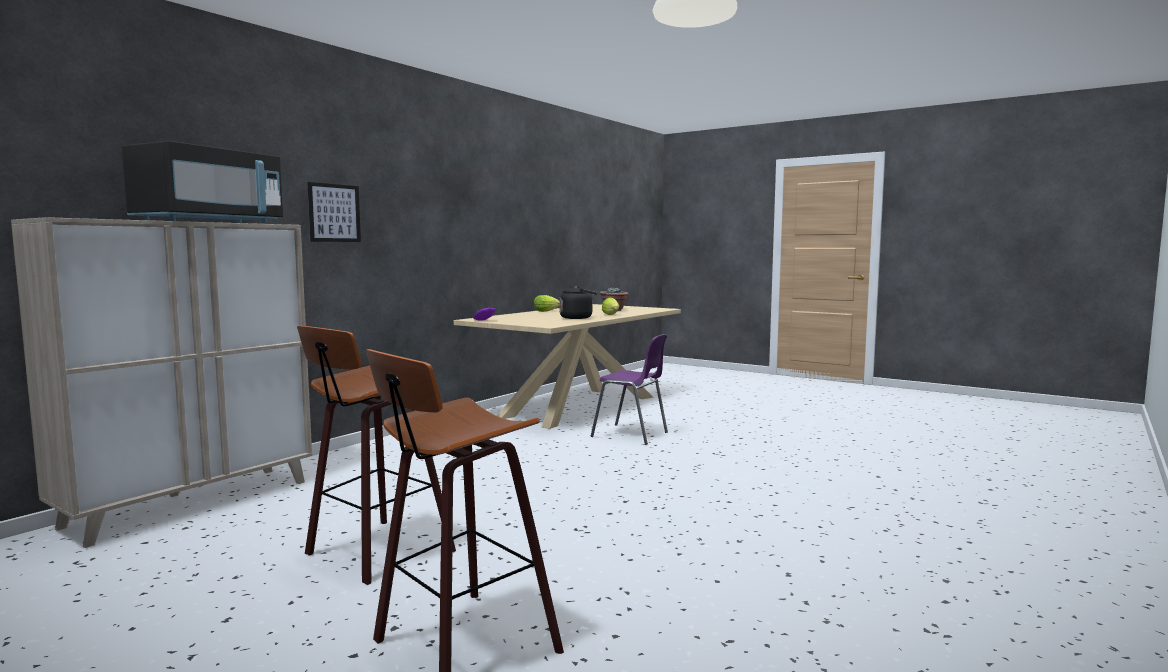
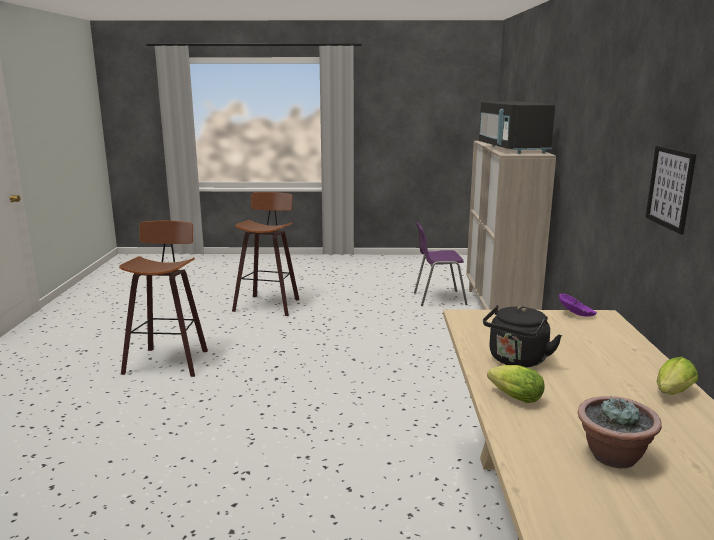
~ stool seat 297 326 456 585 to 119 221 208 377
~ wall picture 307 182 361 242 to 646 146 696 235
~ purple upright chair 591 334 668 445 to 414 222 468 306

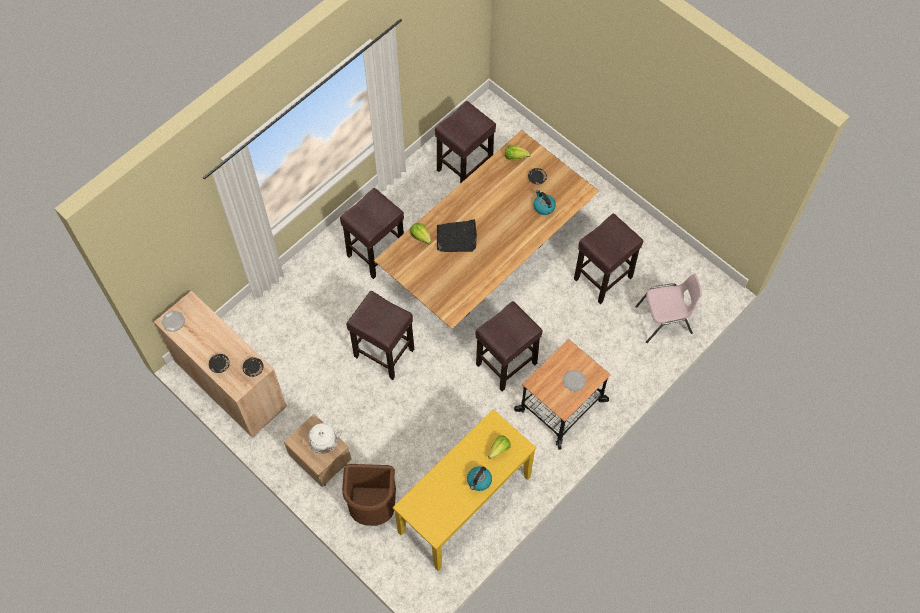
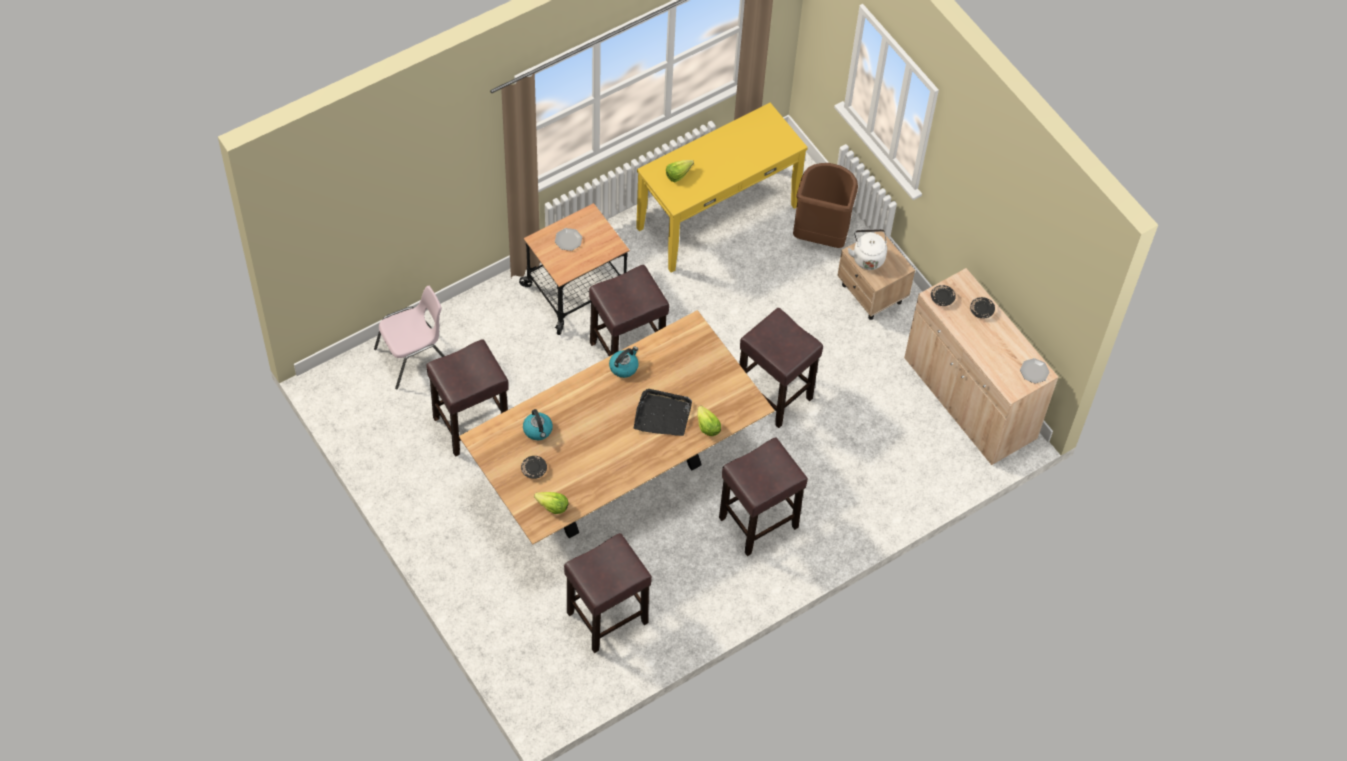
~ water kettle 467 466 492 491 to 609 346 639 378
~ pinkish upright chair 635 274 702 343 = 374 286 444 390 150 degrees clockwise

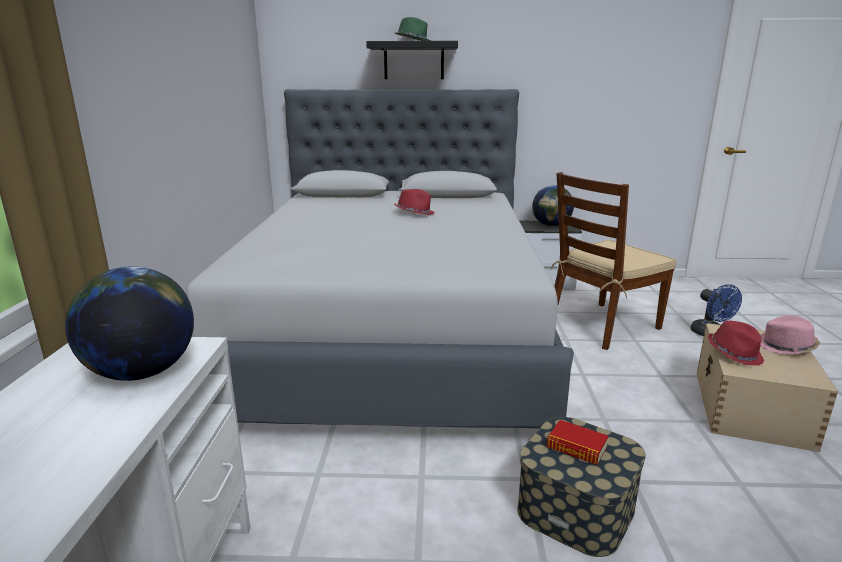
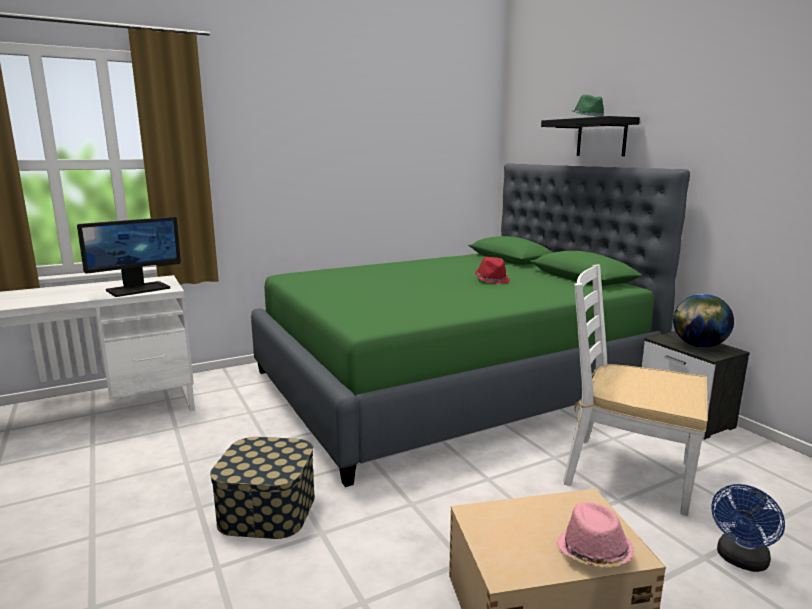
~ desk globe 65 267 194 381 to computer screen 77 217 181 297
~ grey bedroom bed 186 89 574 429 to green-coloured bedroom bed 251 163 690 487
- volume 547 420 608 465
~ brown upright chair 551 172 677 350 to white-coloured upright chair 563 265 708 516
- red-coloured clothing hat 708 321 764 366

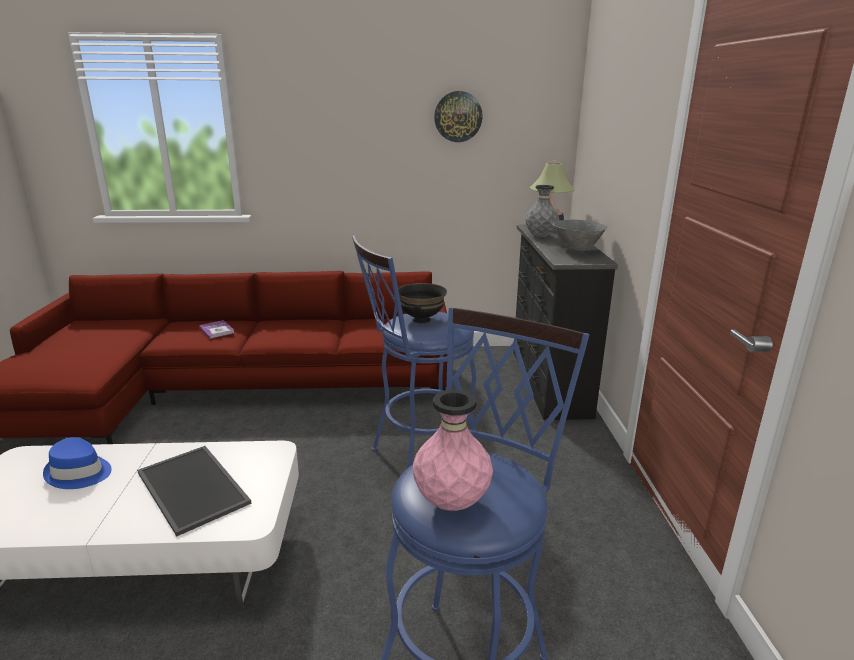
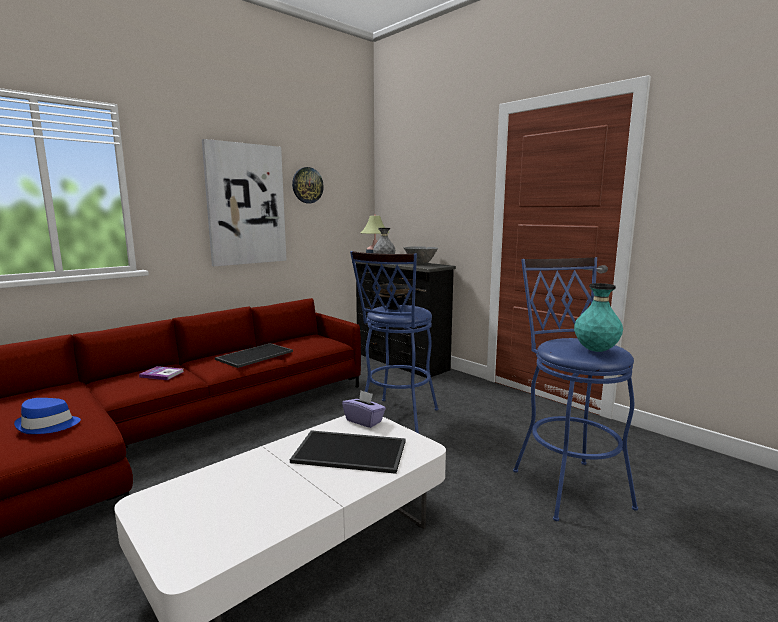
~ bluish clothing hat 43 437 112 489 to 14 398 81 434
~ pinkish decorative vase 413 390 493 511 to blue-green decorative vase 574 283 623 352
+ wall picture 202 139 287 266
+ tray 215 343 293 368
+ purple box of tissues 342 390 386 428

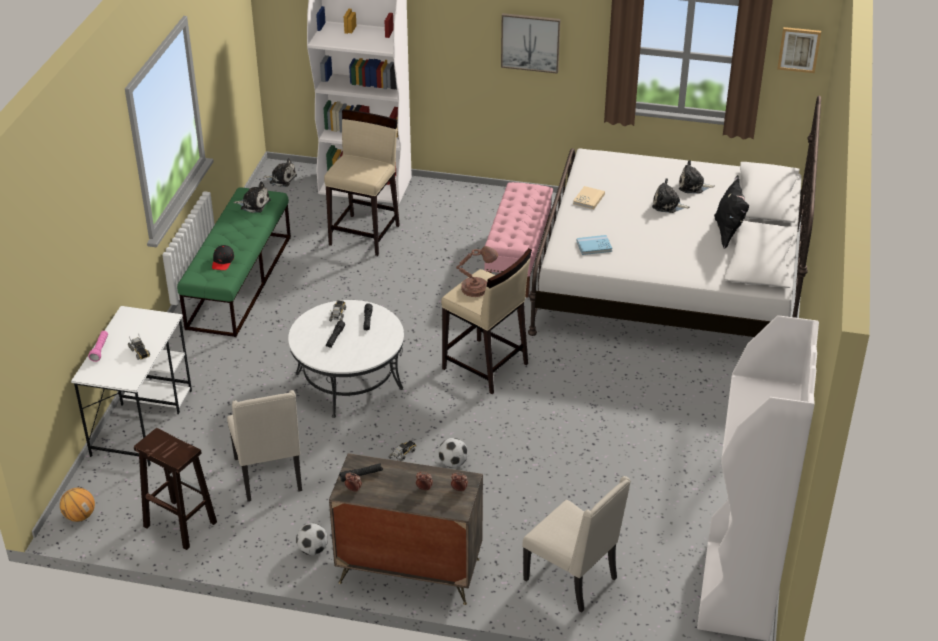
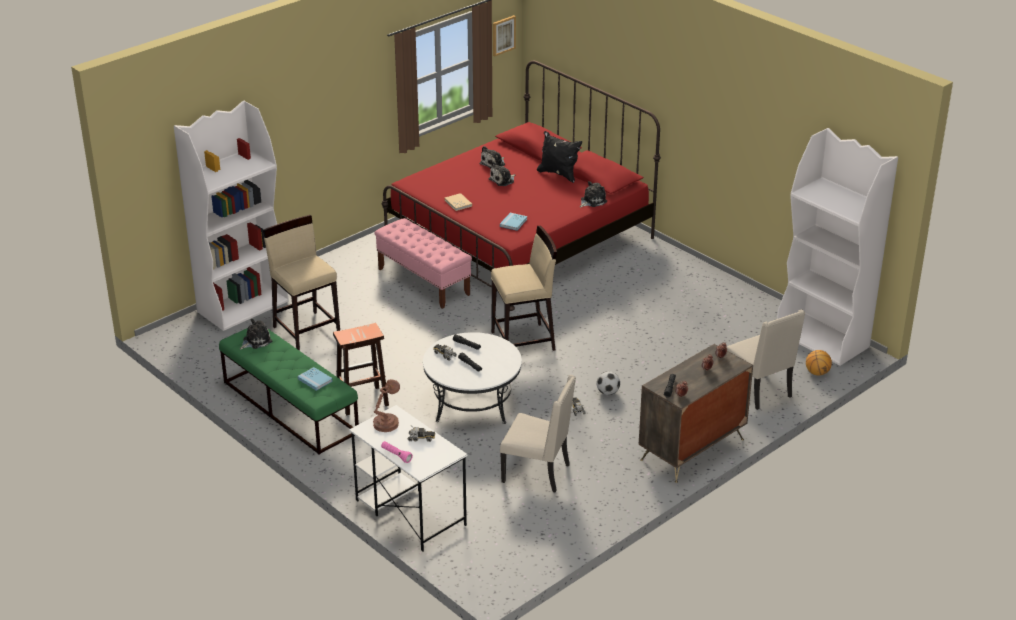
~ ball for basketball 60 488 95 522 to 806 350 832 376
~ brown stool seat 134 428 217 550 to 333 323 389 415
~ black-coloured cap 212 245 234 270 to bluish volume 297 367 333 391
~ plush toy 263 158 297 187 to 580 181 607 207
- football 296 523 328 555
~ brown table lamp 456 246 498 297 to 373 379 400 432
- wall picture 501 13 561 74
~ beige-coloured upright chair 522 476 631 613 = 726 309 805 410 75 degrees clockwise
~ white-coloured bedroom bed 528 96 821 337 to red-coloured bedroom bed 382 61 661 311

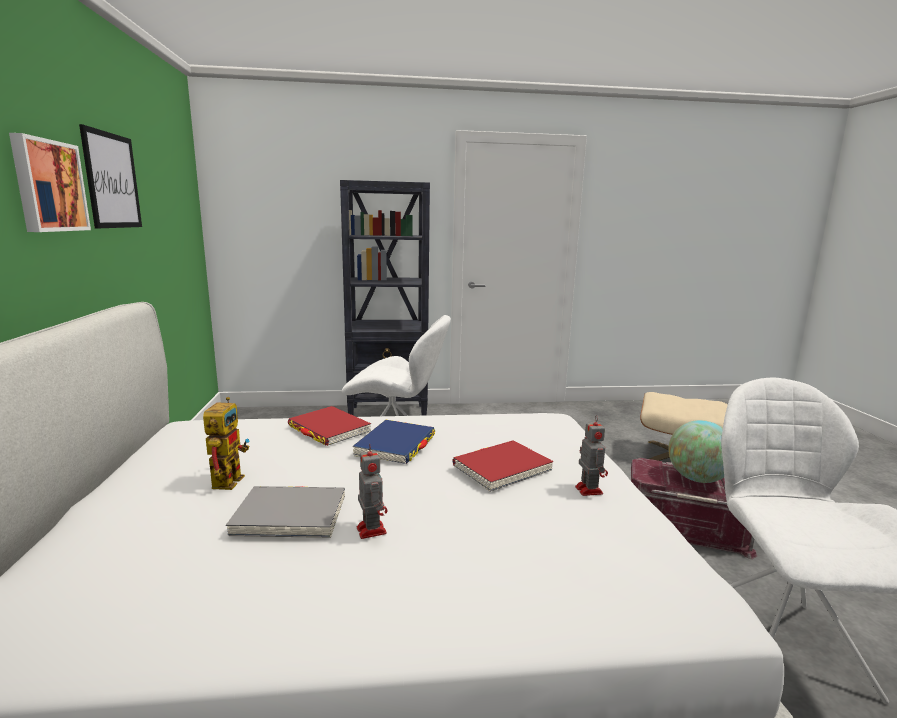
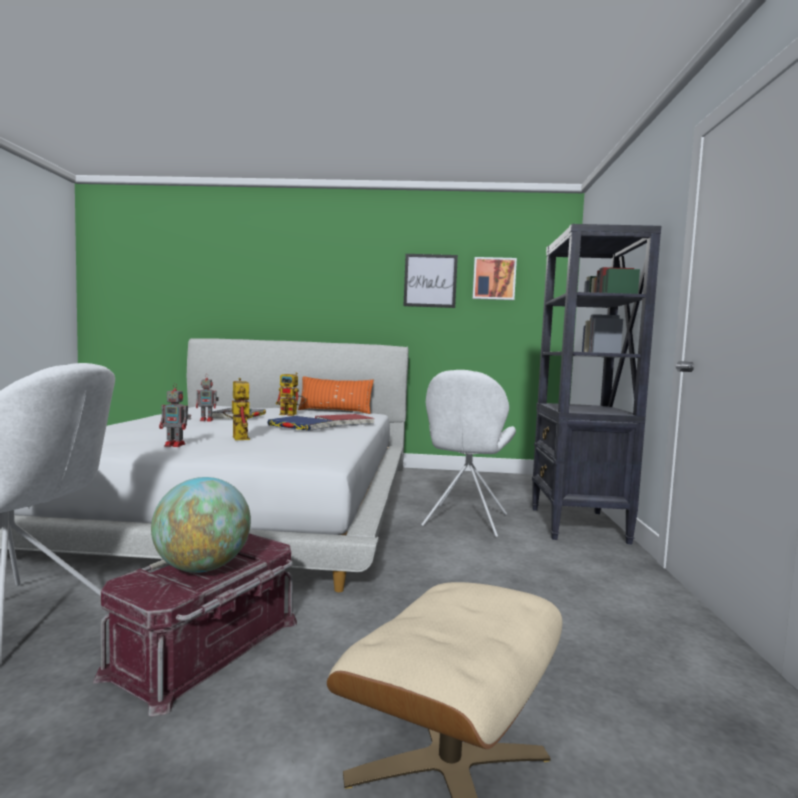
~ wall picture 9 133 91 232 to 472 257 517 300
~ red-coloured volume 452 440 554 492 to toy robot 223 378 251 440
+ orange cushion 298 376 374 414

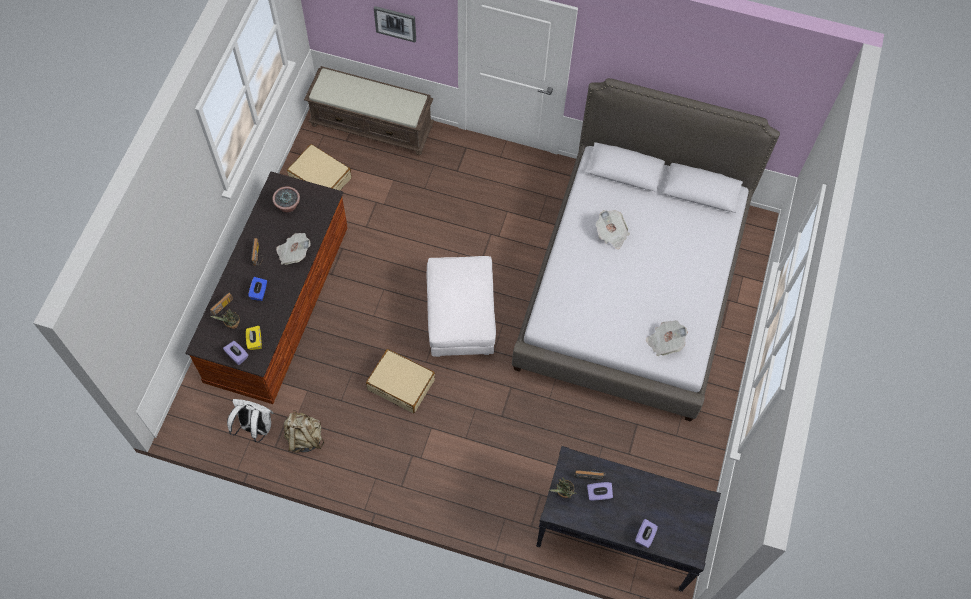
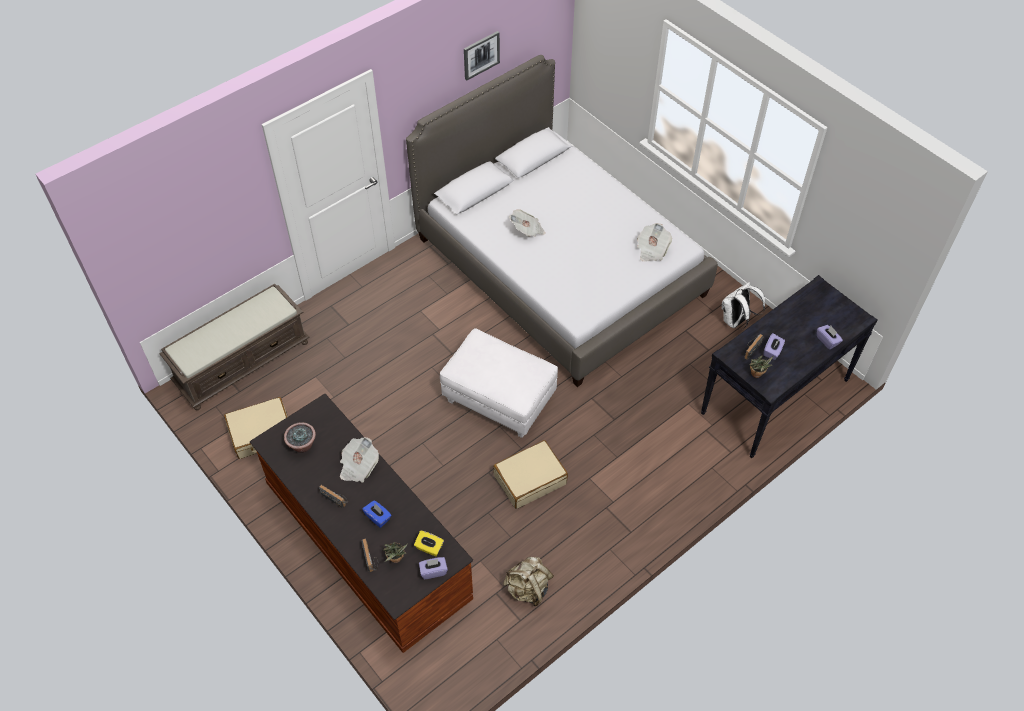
~ white-coloured backpack 227 399 274 442 to 722 282 765 330
~ wall picture 374 6 416 43 to 464 31 500 80

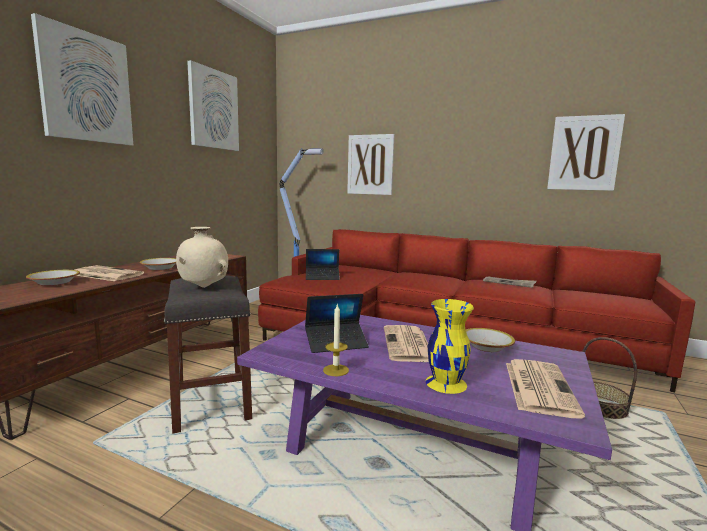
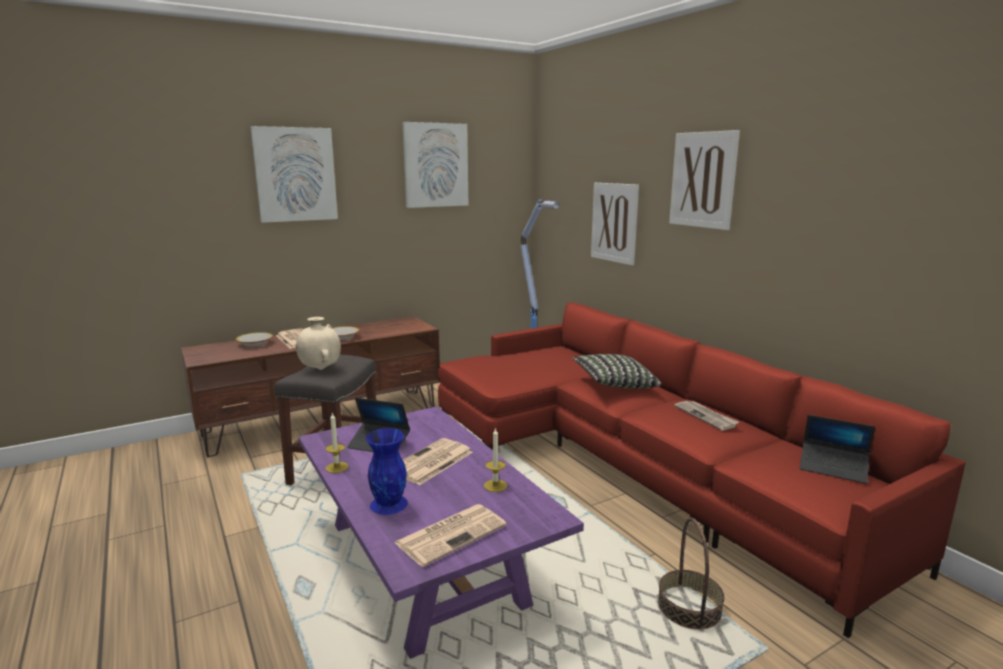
~ notebook computer 306 249 340 280 to 800 415 875 484
~ yellow-coloured decorative vase 426 299 474 394 to bluish decorative vase 366 428 408 515
~ bowl 466 328 515 352 to candle 484 427 507 492
~ wall picture 547 114 625 191 to 669 130 740 230
+ cushion 573 354 662 389

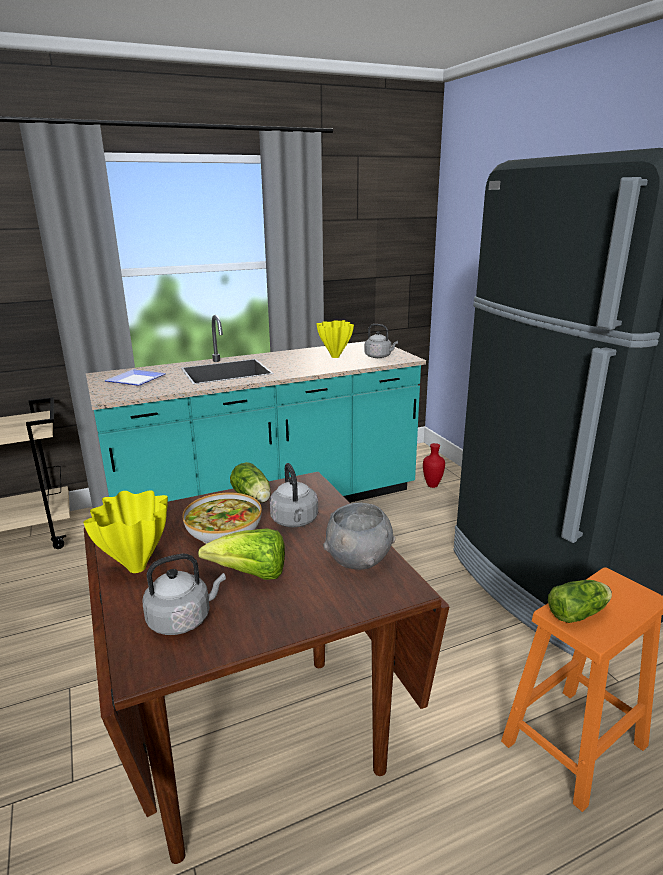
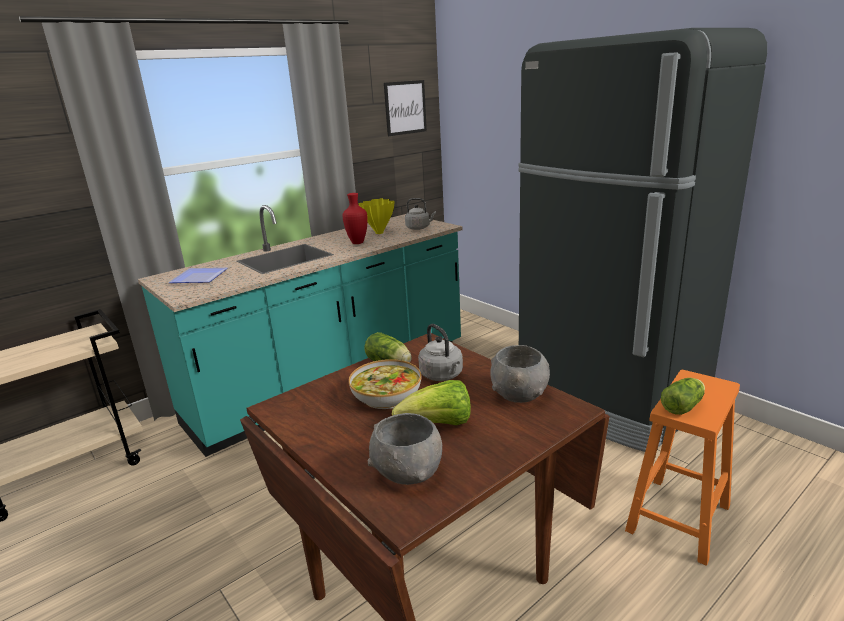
- yellow-coloured decorative vase 83 490 168 573
~ grey water kettle 143 554 226 635 to grey bowl 368 413 442 485
~ red-coloured decorative vase 423 443 445 488 to 343 193 368 244
+ wall picture 384 80 427 136

